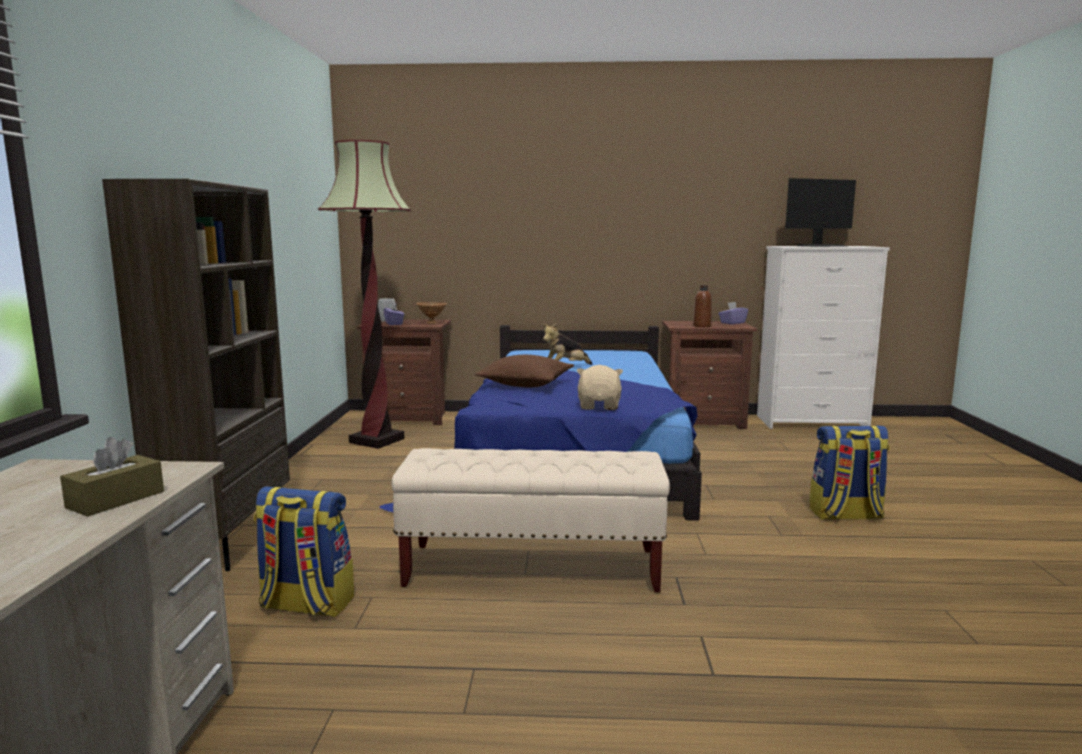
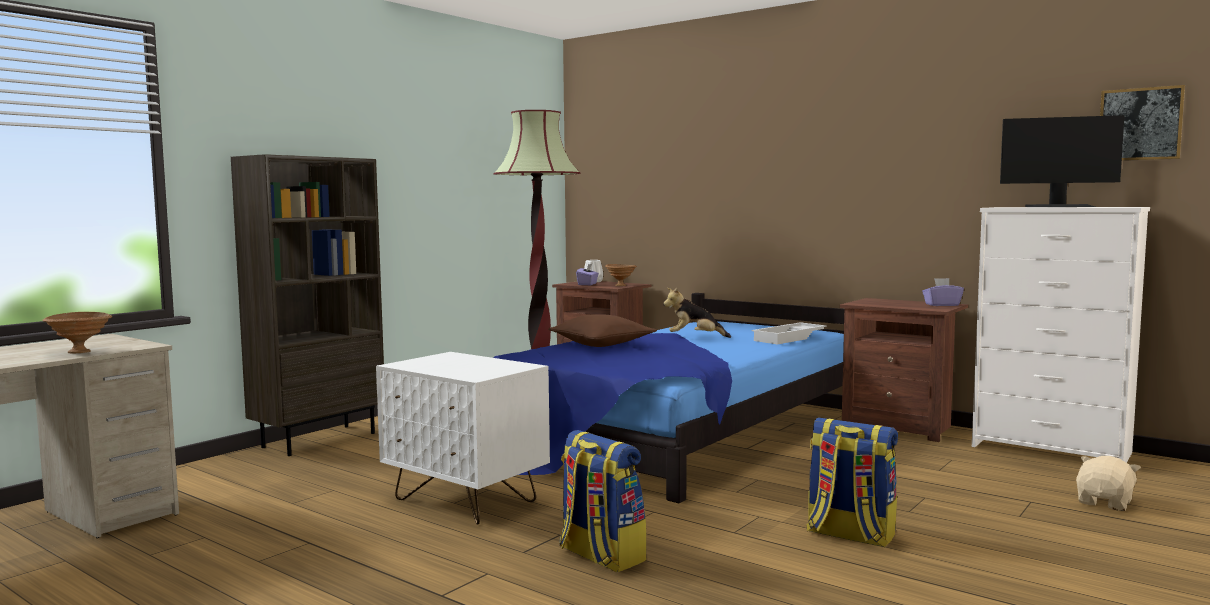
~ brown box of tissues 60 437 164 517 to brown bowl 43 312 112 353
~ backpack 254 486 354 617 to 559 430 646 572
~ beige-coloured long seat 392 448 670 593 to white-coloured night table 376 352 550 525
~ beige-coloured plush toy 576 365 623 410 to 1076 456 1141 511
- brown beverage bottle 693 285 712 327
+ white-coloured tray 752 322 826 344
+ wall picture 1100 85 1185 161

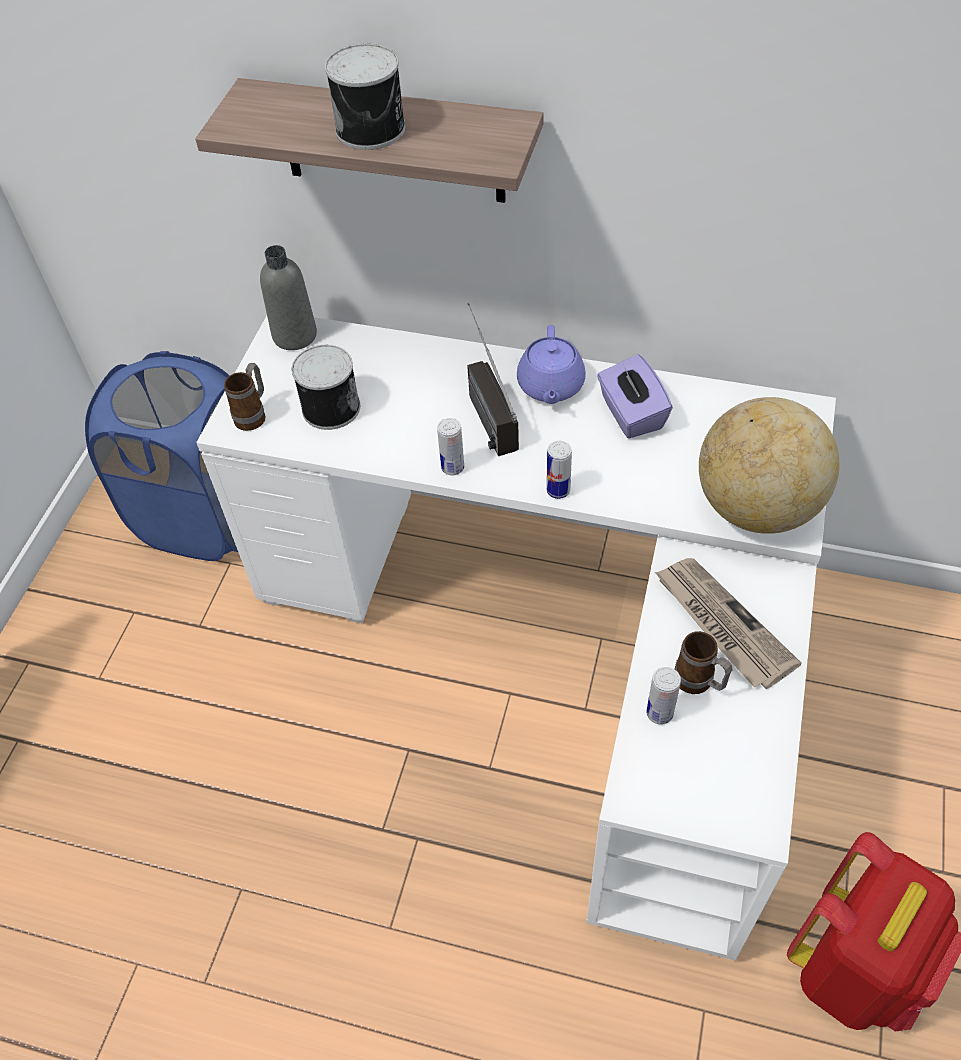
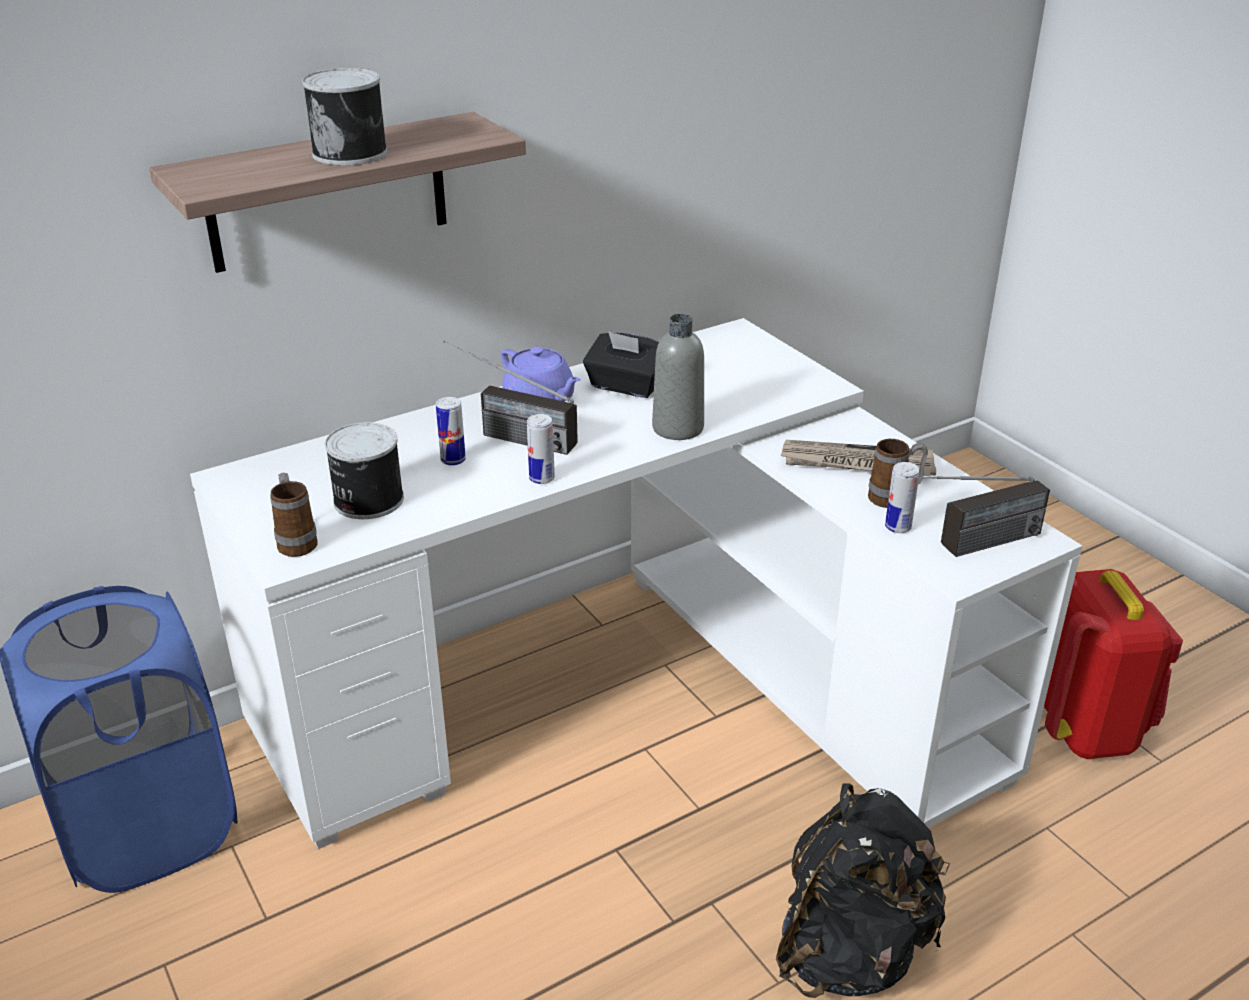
~ grey beverage bottle 260 245 317 350 to 652 314 704 440
~ sealed can 547 441 572 499 to 436 397 466 465
~ purple box of tissues 597 354 673 438 to black-coloured box of tissues 583 331 659 398
- desk globe 699 397 839 534
+ black-coloured backpack 776 783 950 998
+ radio set 905 476 1050 557

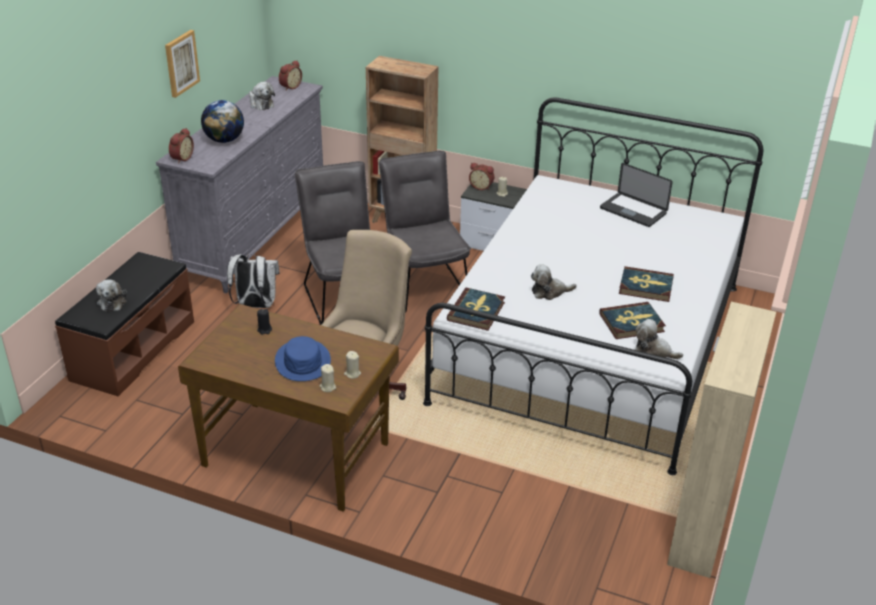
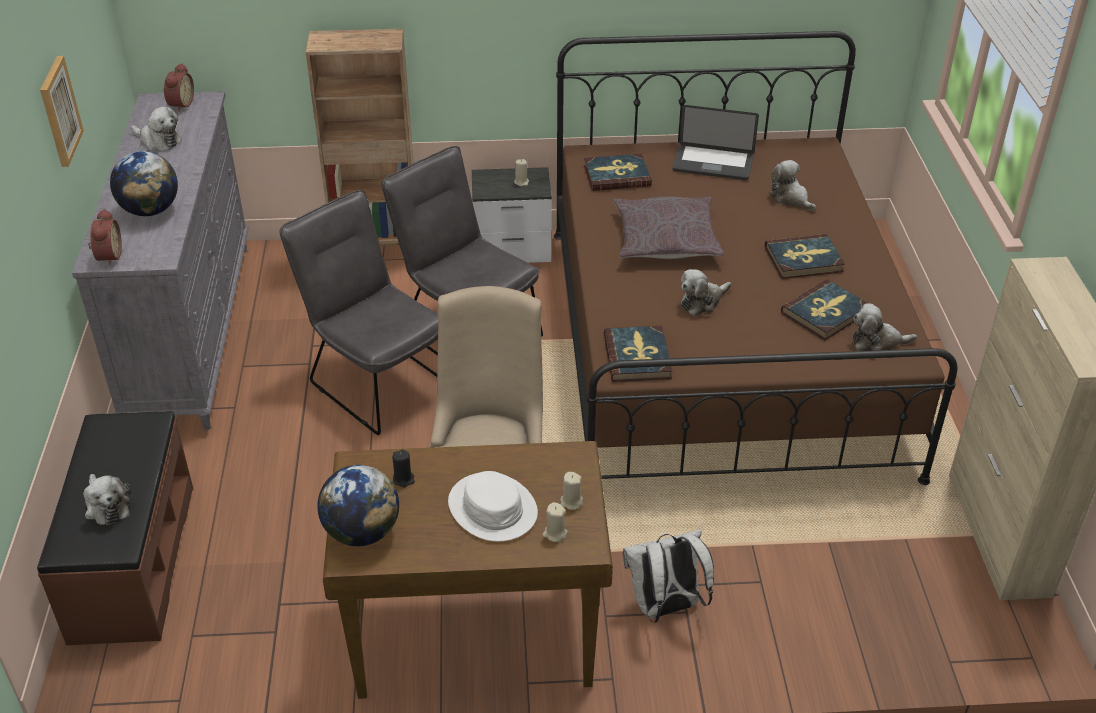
~ white-coloured backpack 227 254 280 308 to 623 529 714 623
~ bluish clothing hat 275 336 331 381 to white-coloured clothing hat 448 471 538 542
~ white-coloured bedroom bed 423 97 764 475 to brown bedroom bed 554 31 958 485
- alarm clock 469 163 494 190
+ desk globe 317 465 399 546
+ volume 584 154 652 191
+ grey cushion 613 196 724 259
+ plush toy 769 160 816 211

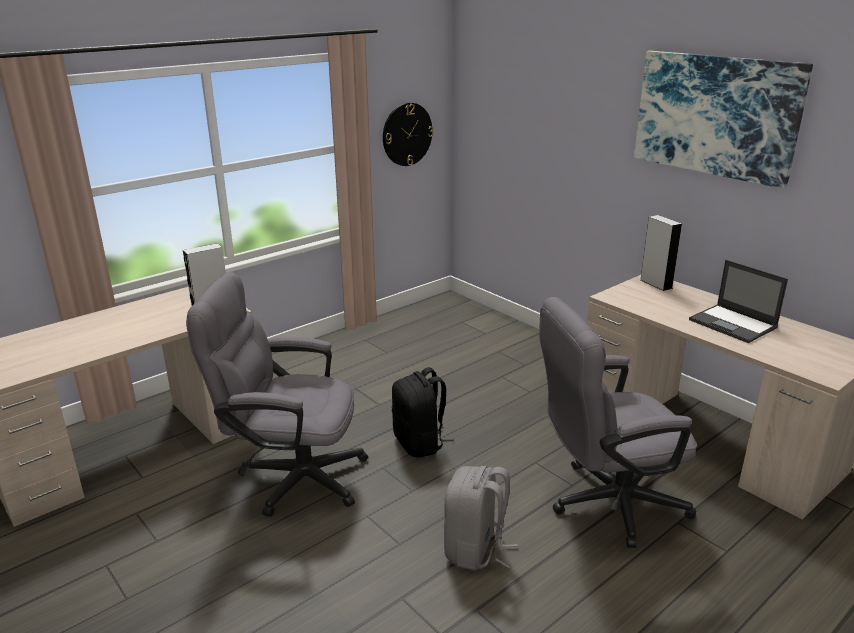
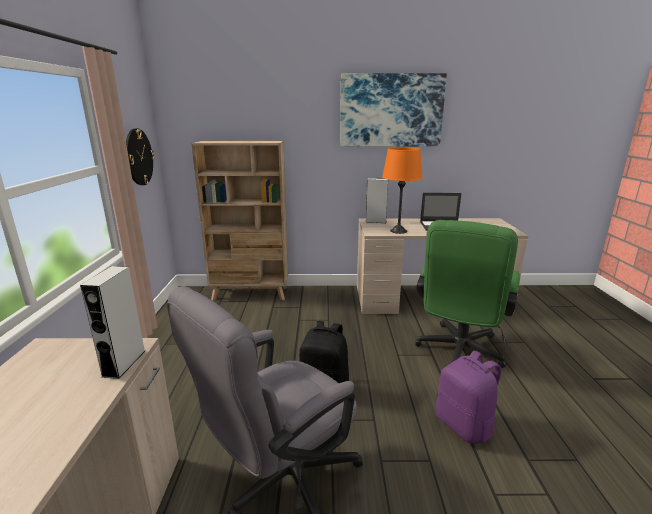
~ grey backpack 444 466 518 571 to purple backpack 436 351 501 444
~ grey office chair 539 297 697 548 to green-coloured office chair 415 220 520 368
+ beige-coloured bookcase 191 141 288 301
+ orange table lamp 382 147 423 234

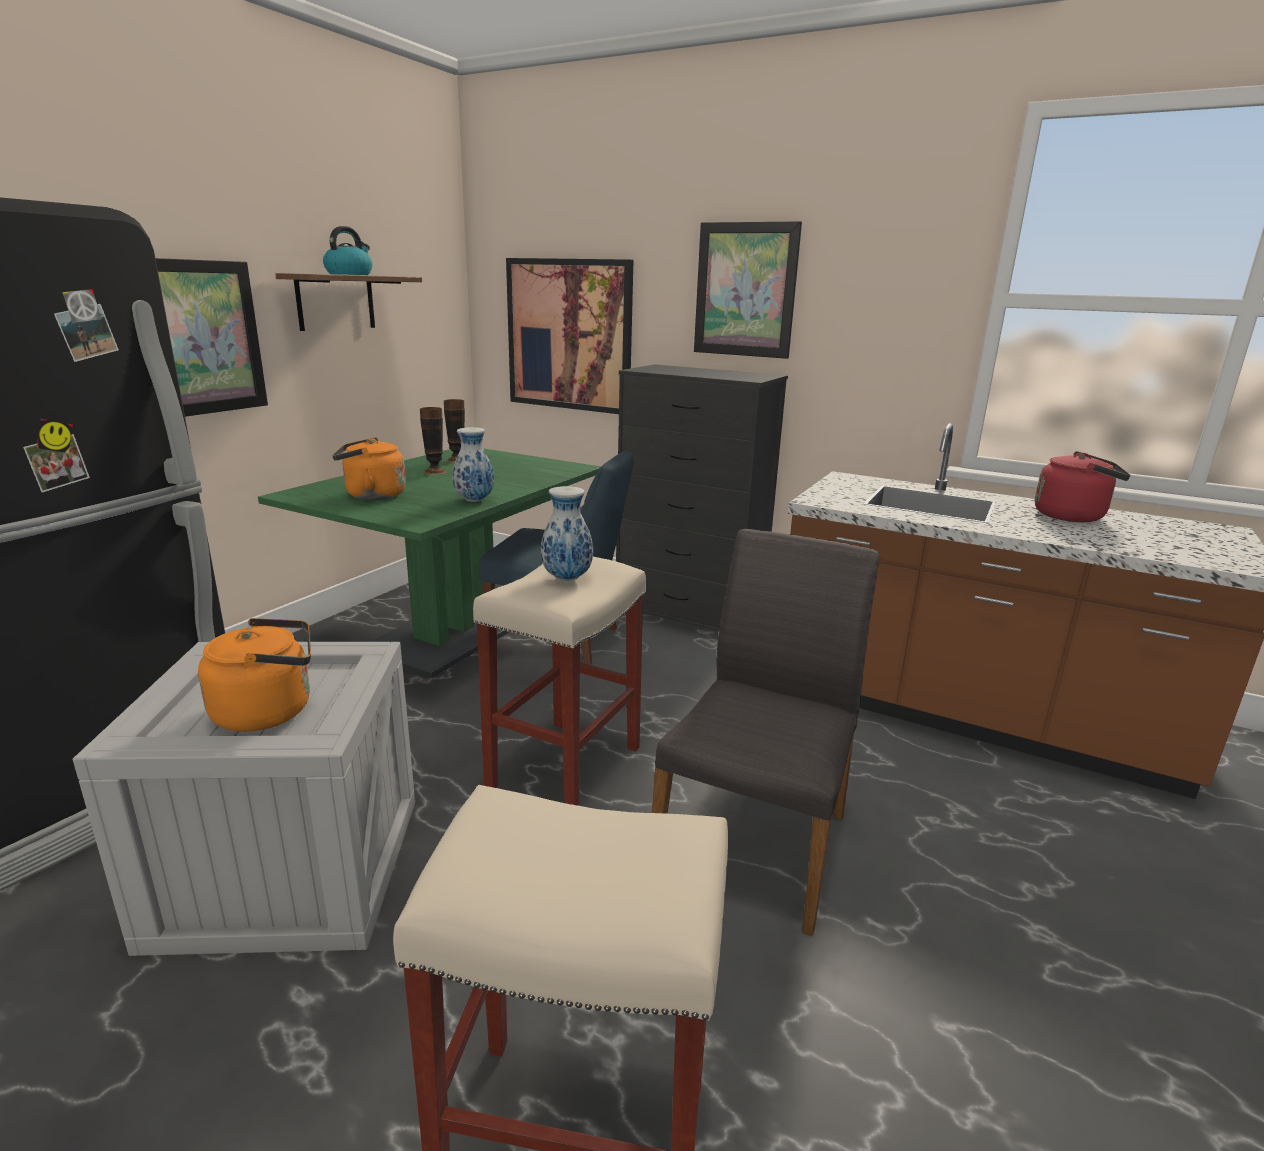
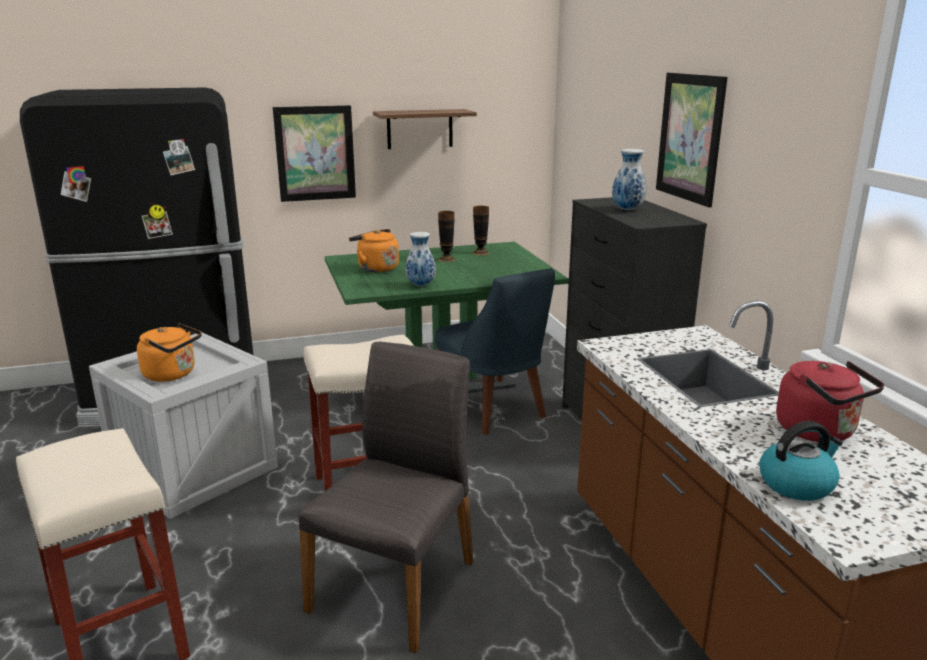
~ water kettle 323 226 372 275 to 759 421 843 501
- wall picture 506 258 633 414
~ decorative vase 541 486 593 581 to 612 149 647 210
~ grey upright chair 652 529 880 936 = 299 342 473 654 45 degrees counterclockwise

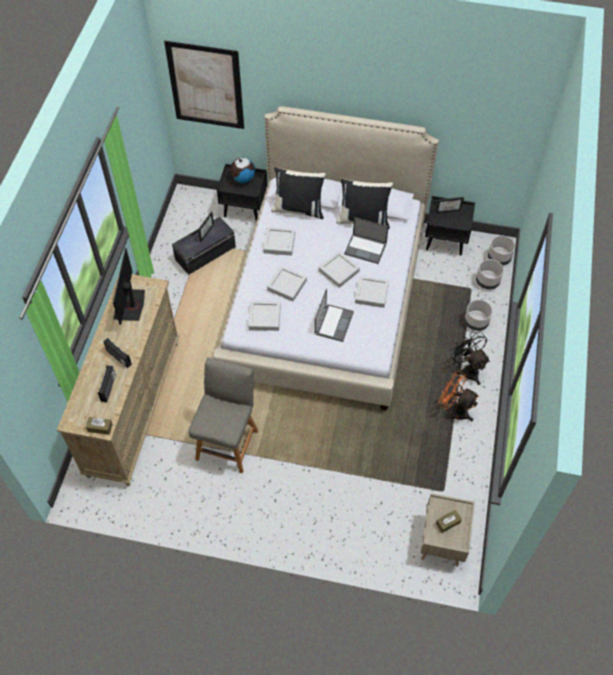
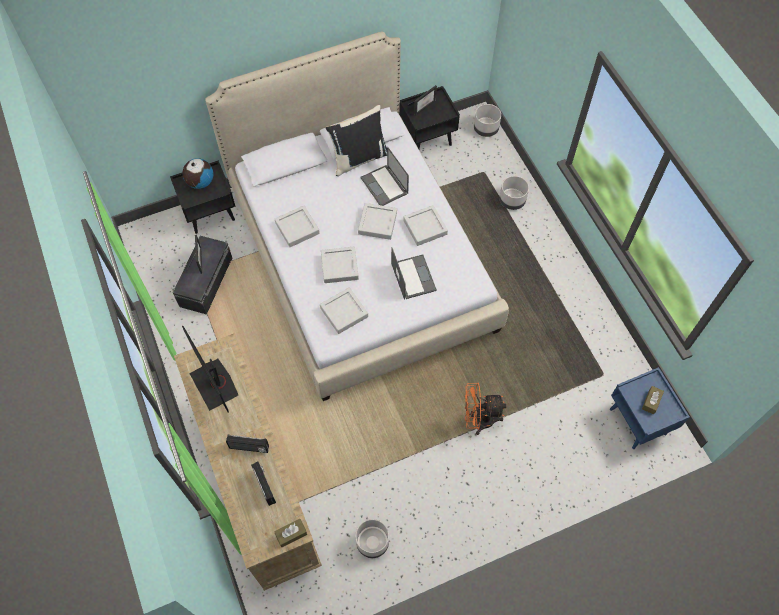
- wall picture 164 41 244 129
- grey upright chair 189 357 258 473
- black-coloured cushion 271 167 326 219
~ notebook computer 344 217 389 264 = 361 147 409 206 75 degrees clockwise
~ beige-coloured night table 421 493 475 567 to bluish night table 610 367 690 449
~ orange cooling fan 438 371 479 422 to 465 383 506 435
- black-coloured cooling fan 450 331 490 385
~ grey planter 476 259 504 290 to 355 519 389 558

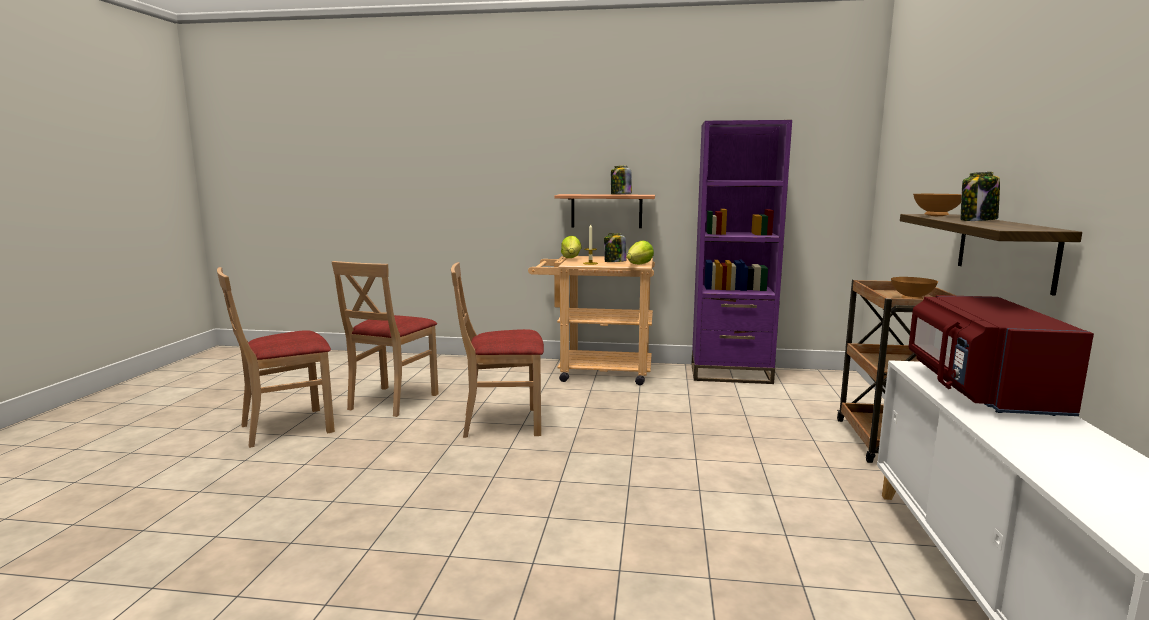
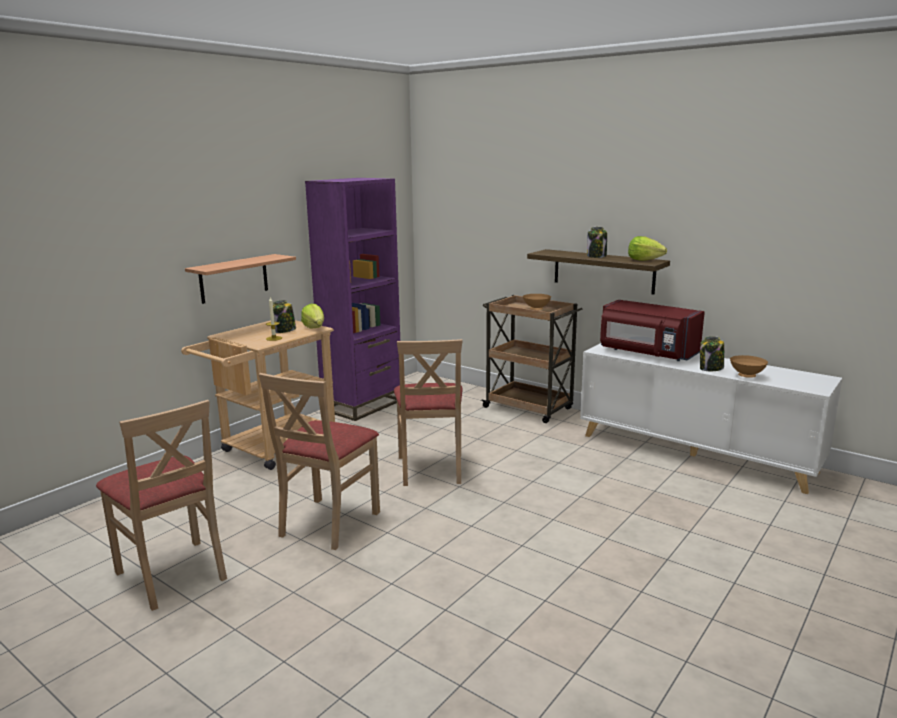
~ beige-coloured upright chair 217 267 335 448 to 394 339 463 486
~ head of lettuce 561 236 582 258 to 628 236 667 261
~ storage jar 611 166 632 194 to 700 336 724 371
~ brown bowl 913 194 961 216 to 730 355 768 378

